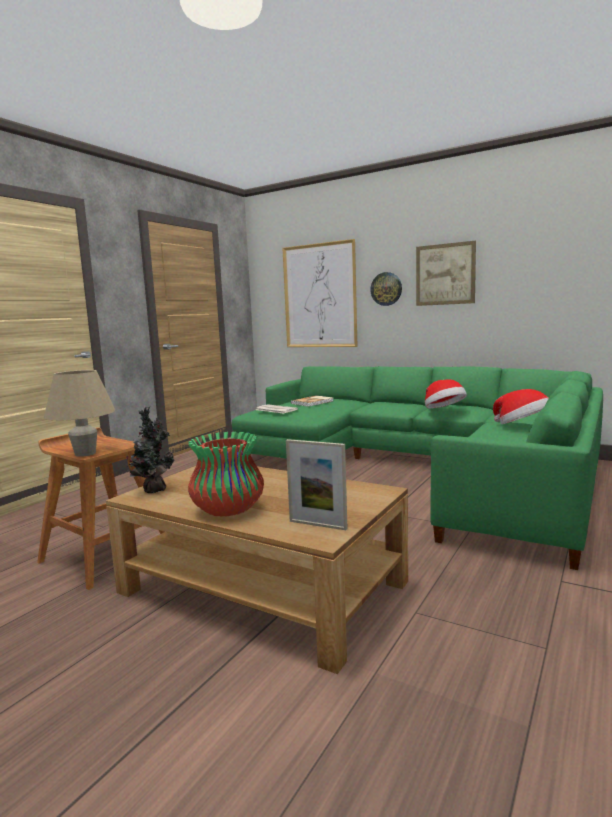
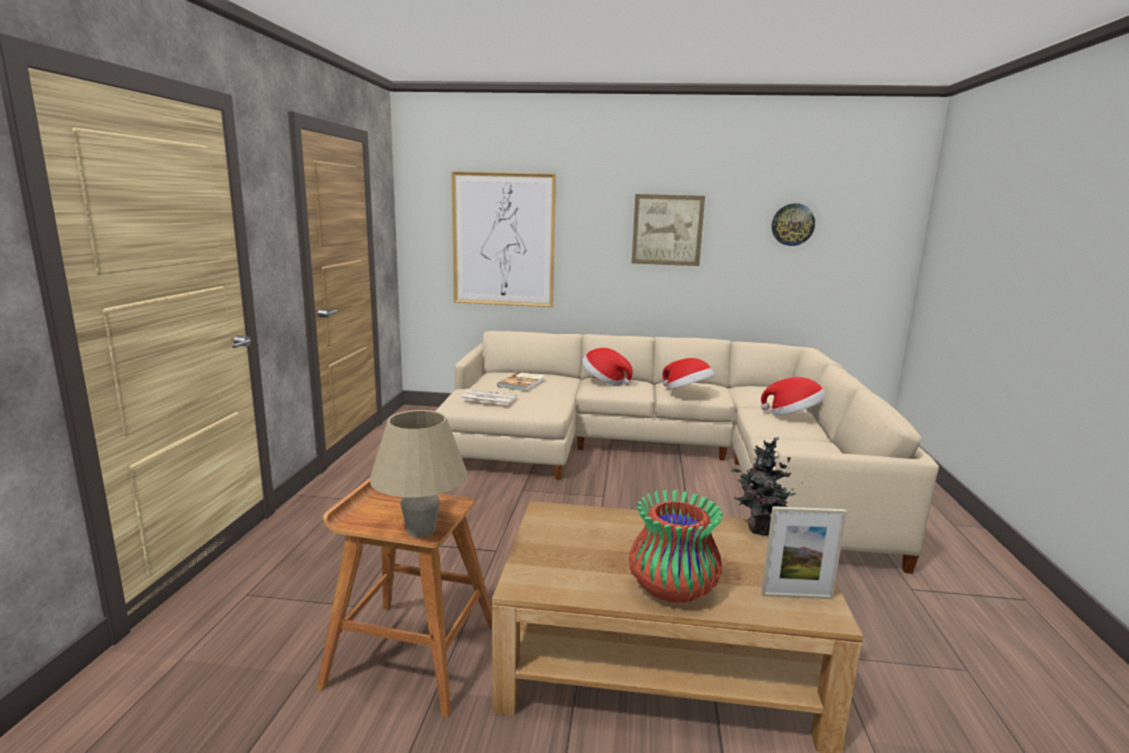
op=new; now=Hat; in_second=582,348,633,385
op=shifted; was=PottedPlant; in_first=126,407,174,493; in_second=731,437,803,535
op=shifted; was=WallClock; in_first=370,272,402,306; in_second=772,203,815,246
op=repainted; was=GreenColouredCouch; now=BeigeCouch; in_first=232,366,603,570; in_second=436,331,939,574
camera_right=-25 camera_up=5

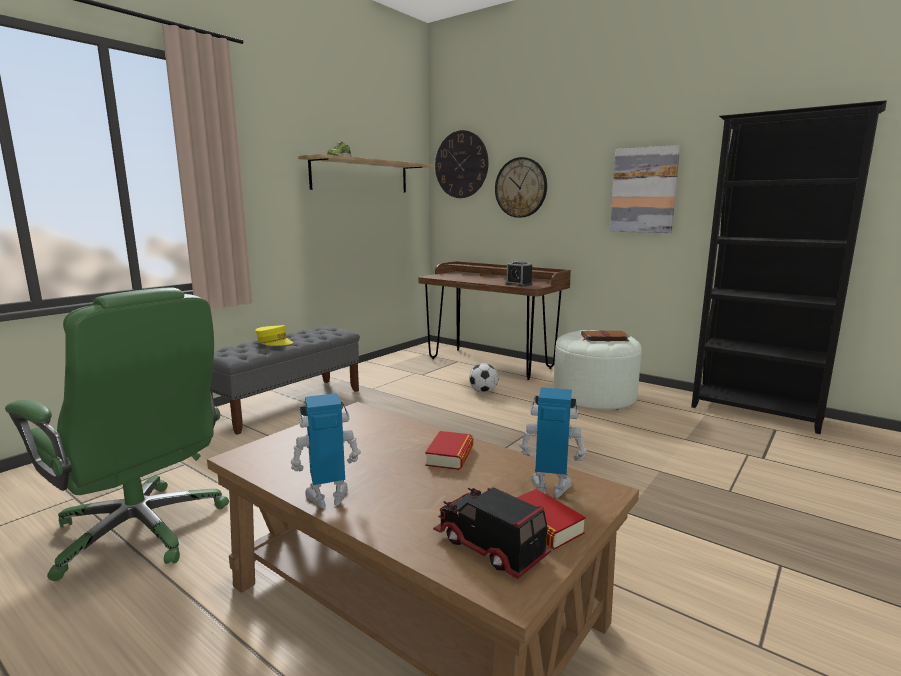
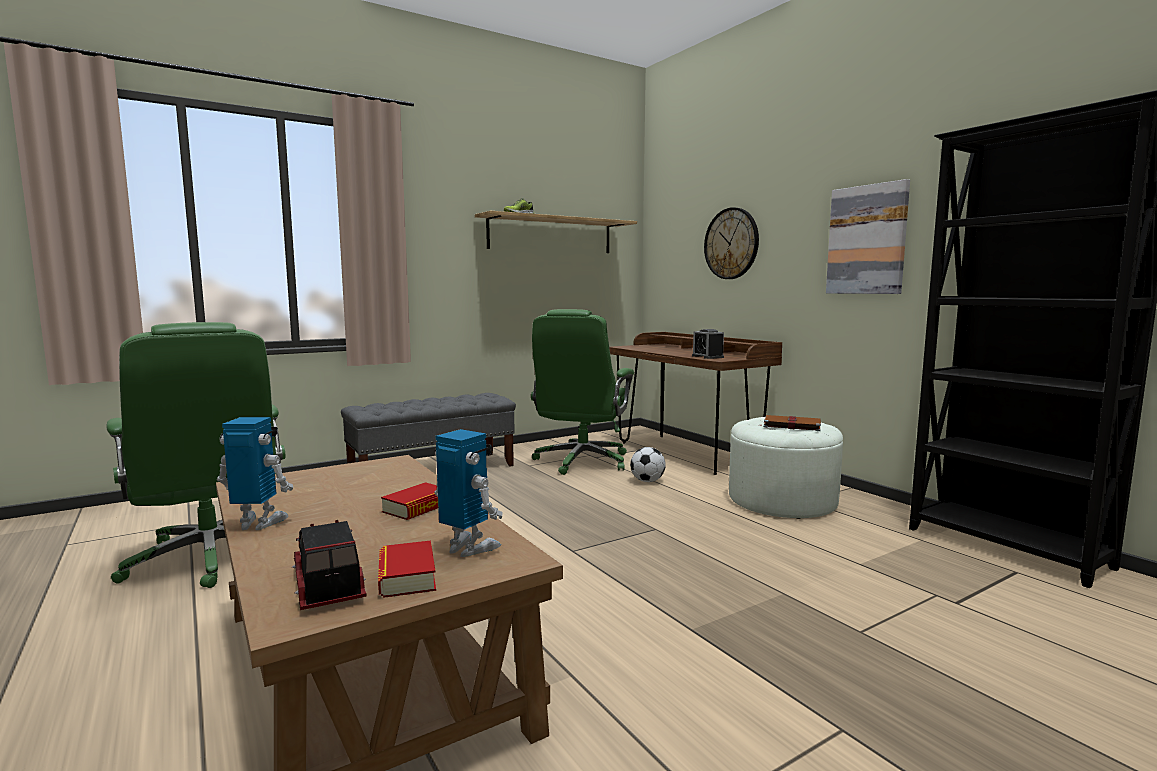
op=gone; was=YellowishBaseballCap; in_first=255,325,293,346
op=gone; was=WallClock; in_first=435,130,488,198
op=new; now=GreenColouredDeskChair; in_second=531,309,634,475
camera_right=20 camera_up=-5

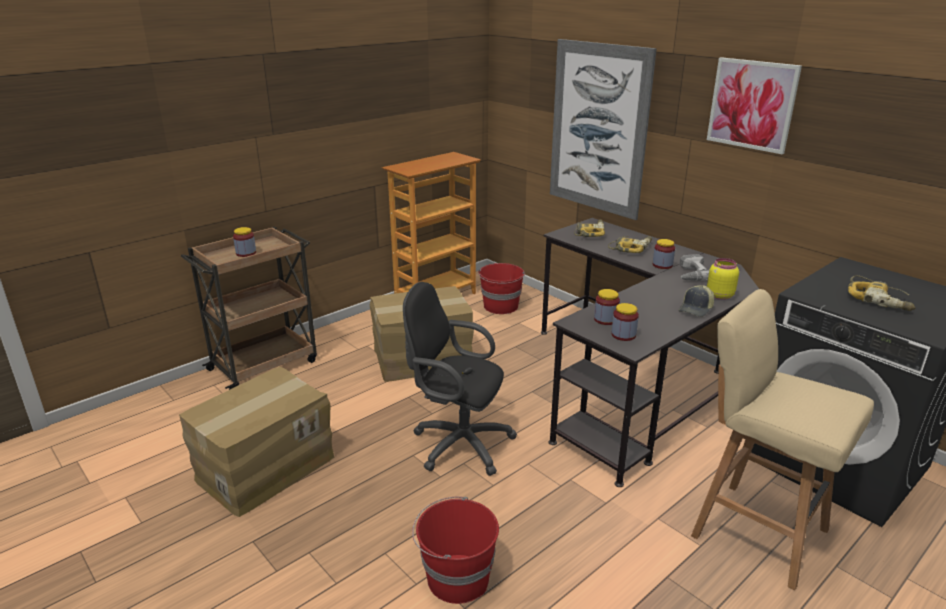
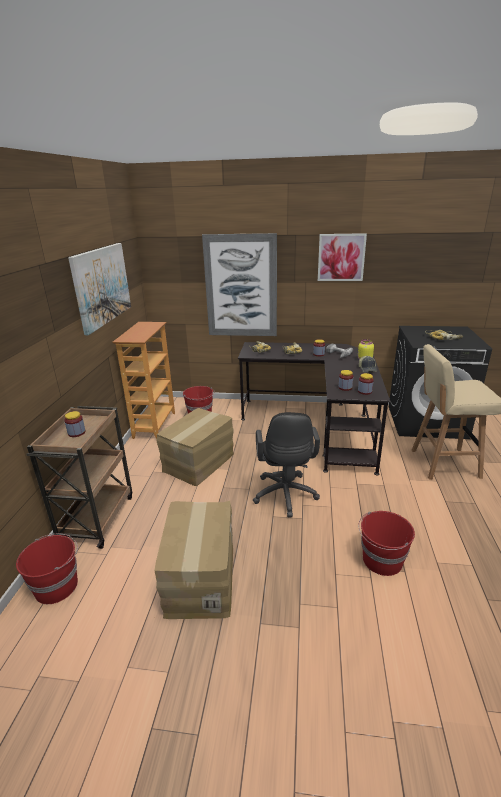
op=new; now=ReddishBucket; in_second=16,534,78,604
op=new; now=WallArt; in_second=68,243,131,335
op=rotated; was=BlackColouredDeskChair; in_first=403,282,517,476; in_second=253,412,320,518; clockwise=-75
camera_right=-40 camera_up=0

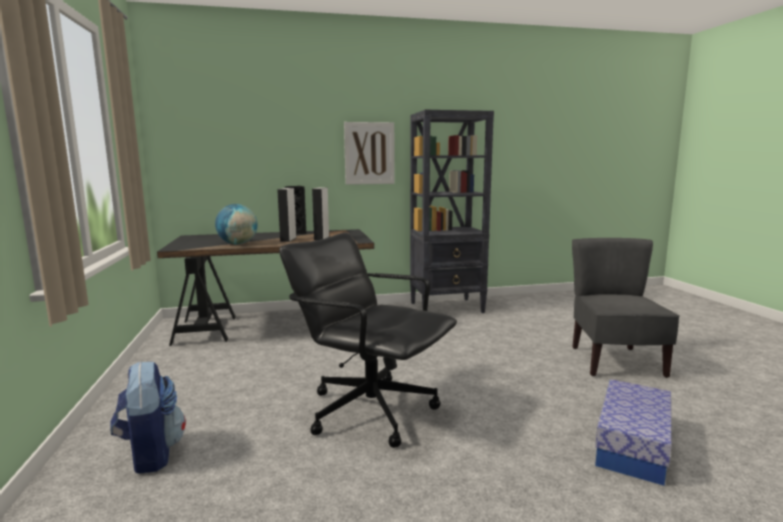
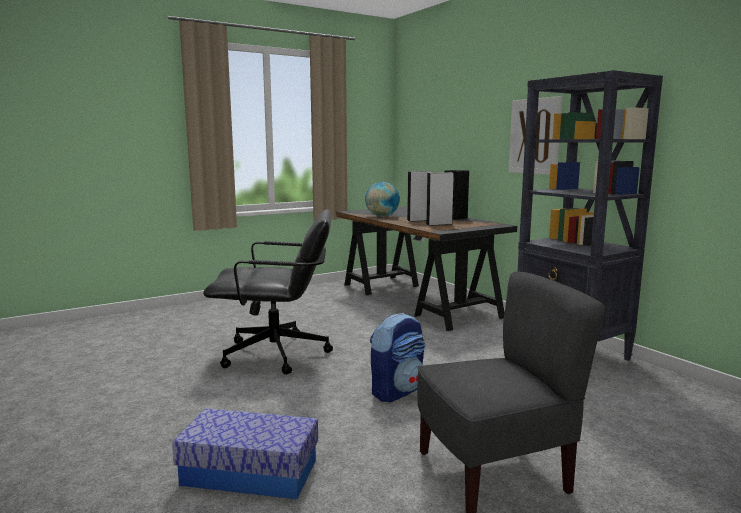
op=shifted; was=Backpack; in_first=111,361,186,474; in_second=370,313,426,402
op=rotated; was=BlackColouredDeskChair; in_first=279,233,457,448; in_second=203,210,333,375; clockwise=75
camera_right=70 camera_up=0

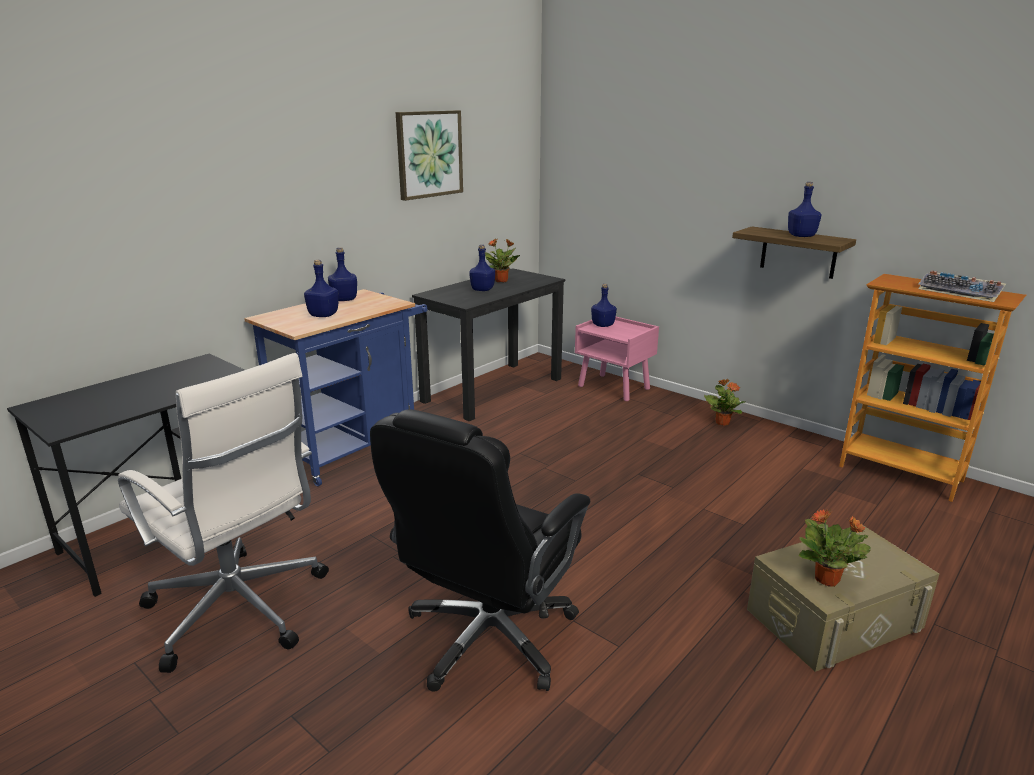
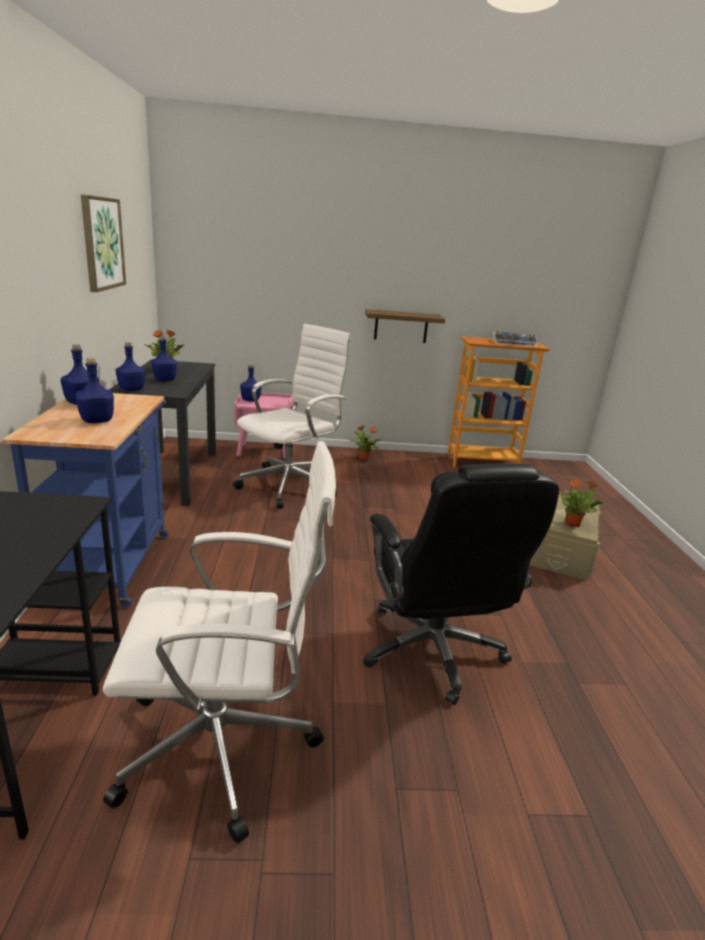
op=new; now=WhiteDeskChair; in_second=233,324,351,509
op=shifted; was=BluishBeverageBottle; in_first=788,182,821,237; in_second=116,342,145,391
camera_right=-45 camera_up=0

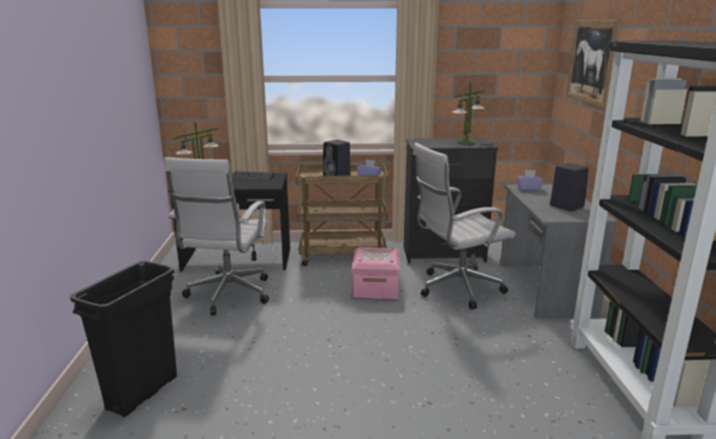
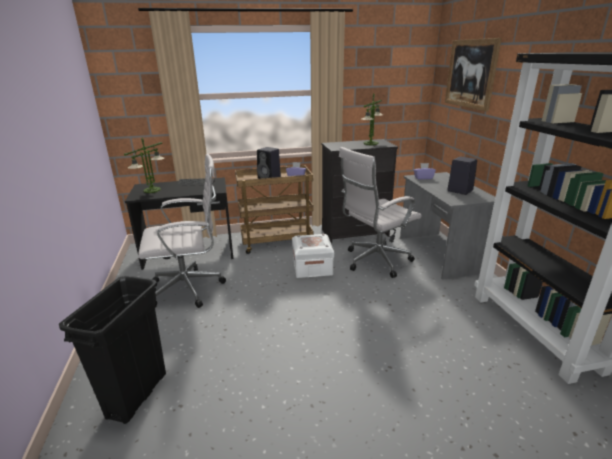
op=repainted; was=PinkColouredStorageContainer; now=WhiteStorageContainer; in_first=352,247,400,299; in_second=292,234,334,278
op=rotated; was=WhiteDeskChair; in_first=164,157,269,315; in_second=138,153,226,308; clockwise=-105
camera_right=-10 camera_up=5

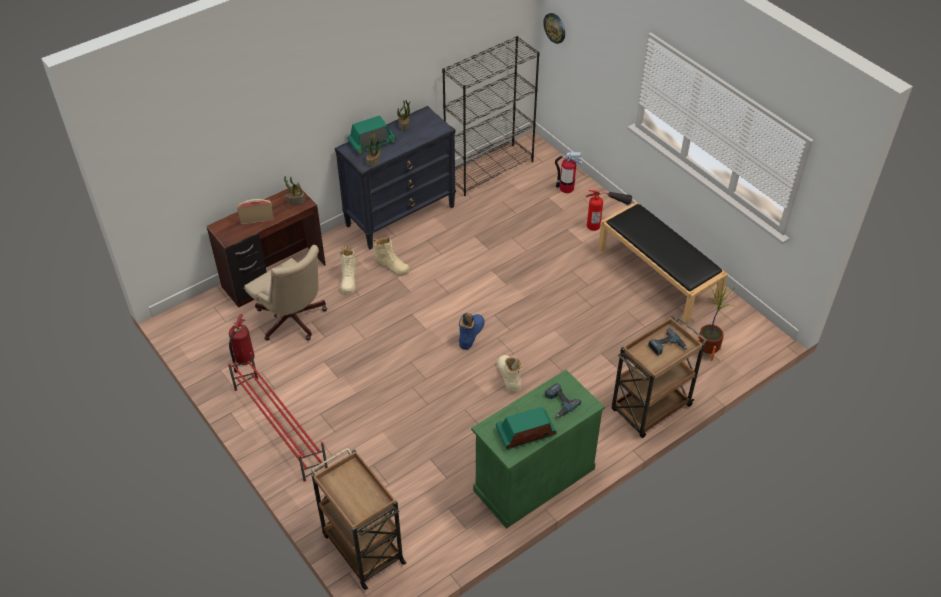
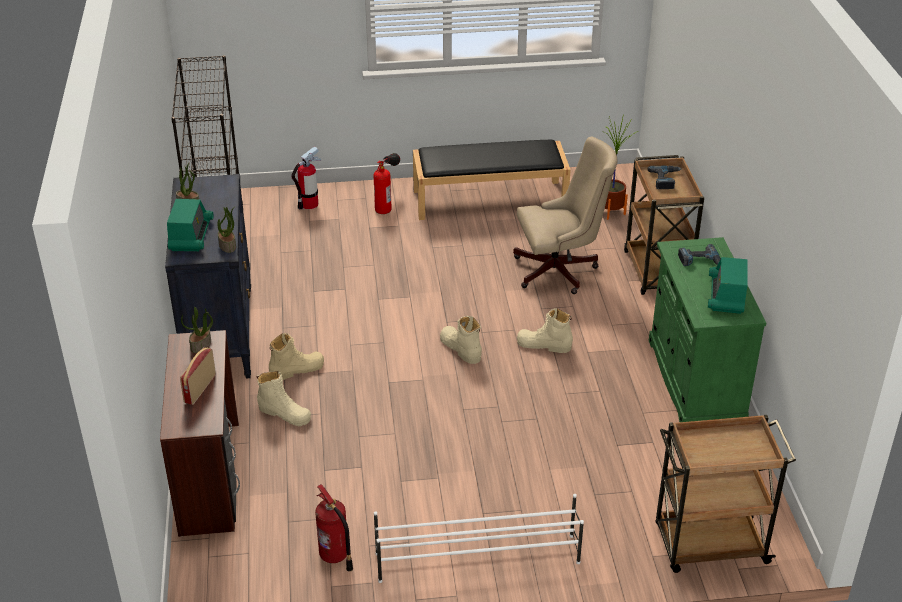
op=gone; was=WallClock; in_first=543,13,565,44
op=shifted; was=BeigeDeskChair; in_first=244,245,327,341; in_second=513,137,618,294
op=repainted; was=ReddishShoeStand; now=WhiteShoeStand; in_first=228,352,328,482; in_second=374,494,584,583
op=repainted; was=BluishBoot; now=BeigeBoot; in_first=459,313,485,350; in_second=440,316,482,364
camera_right=-60 camera_up=-10

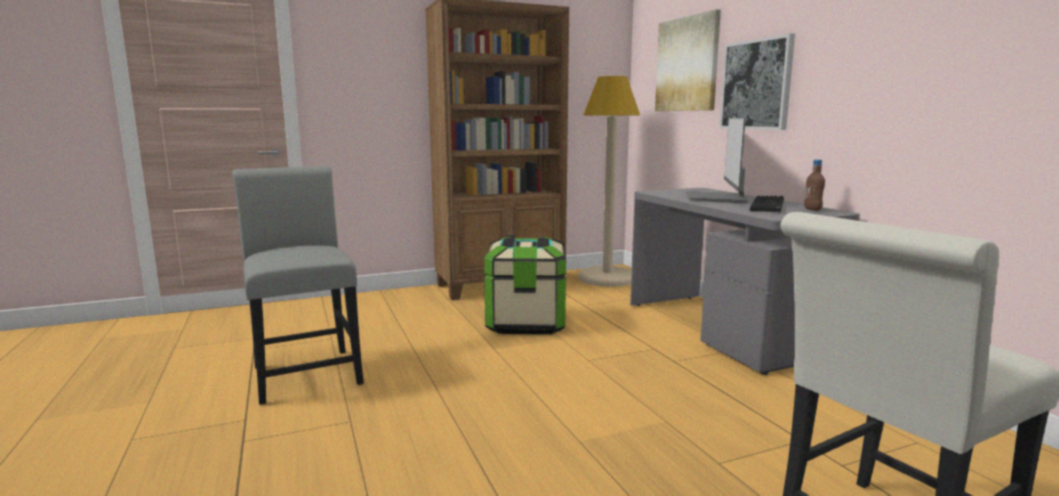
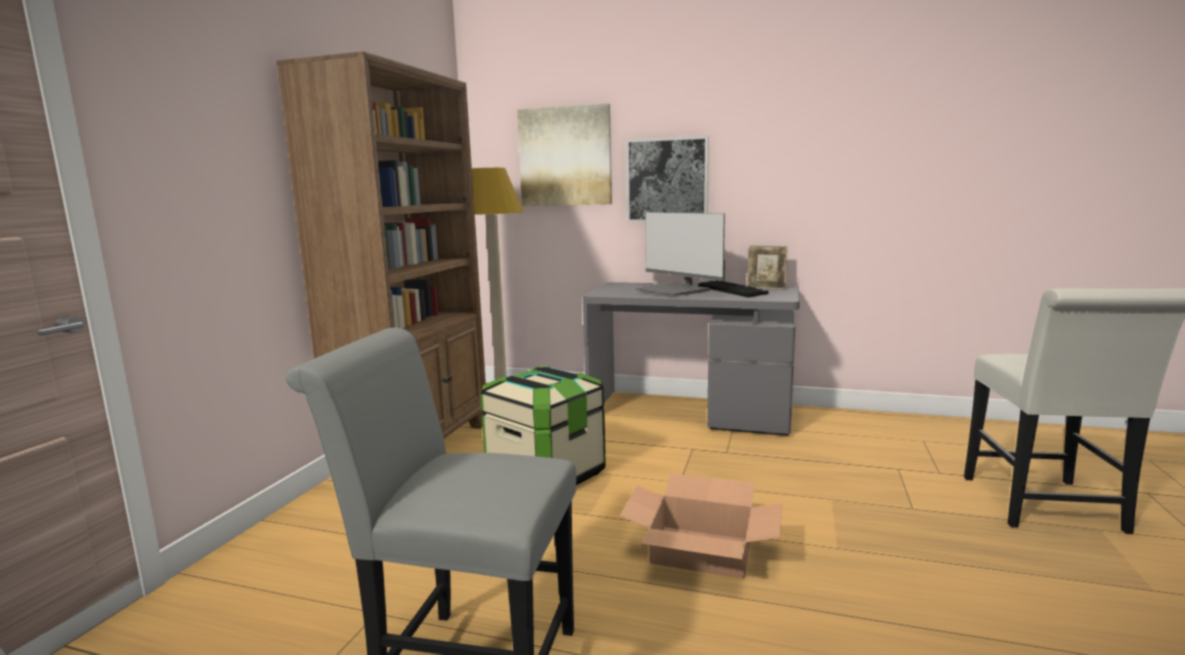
op=new; now=CardboardBox; in_second=620,474,782,579
op=swapped; was=BrownishBeverageBottle; now=PhotoFrame; in_first=804,160,825,211; in_second=747,245,788,290
camera_right=-50 camera_up=0

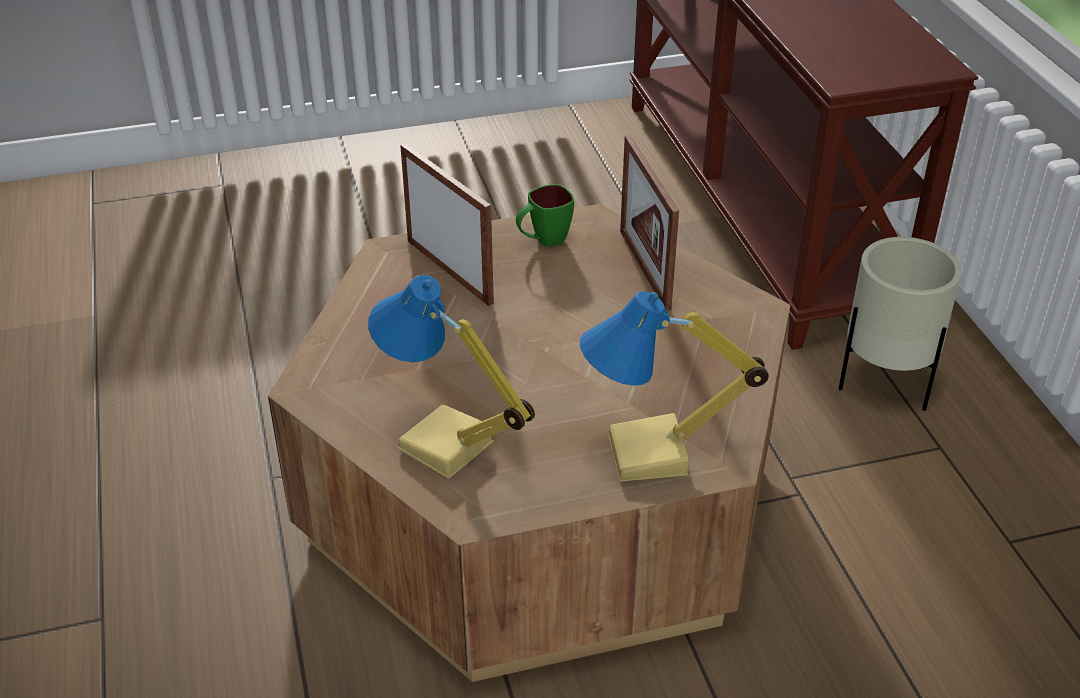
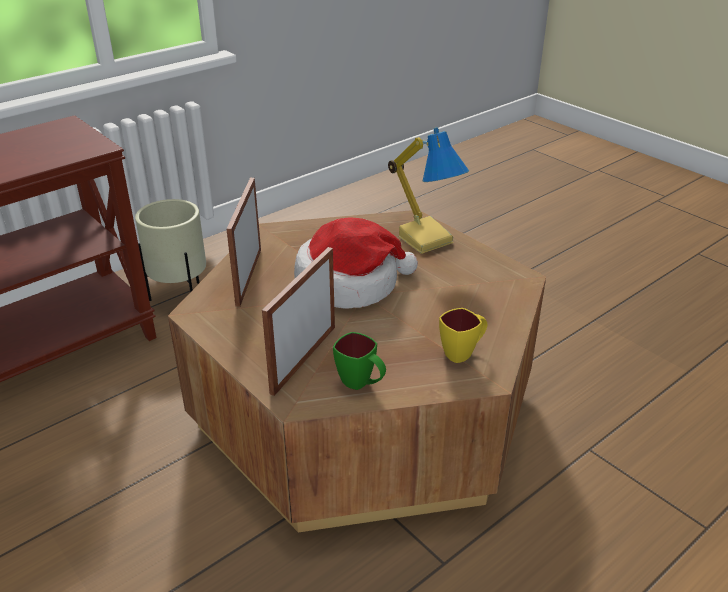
op=gone; was=LampForATable; in_first=368,275,535,479
op=new; now=Hat; in_second=294,217,418,309
op=new; now=YellowishTeaMug; in_second=439,308,487,363
op=shifted; was=GreenColouredTeaMug; in_first=516,184,574,247; in_second=333,332,386,390
op=rotated; was=PhotoFrame; in_first=620,135,679,311; in_second=227,178,261,307; clockwise=135
camera_right=-115 camera_up=-5

